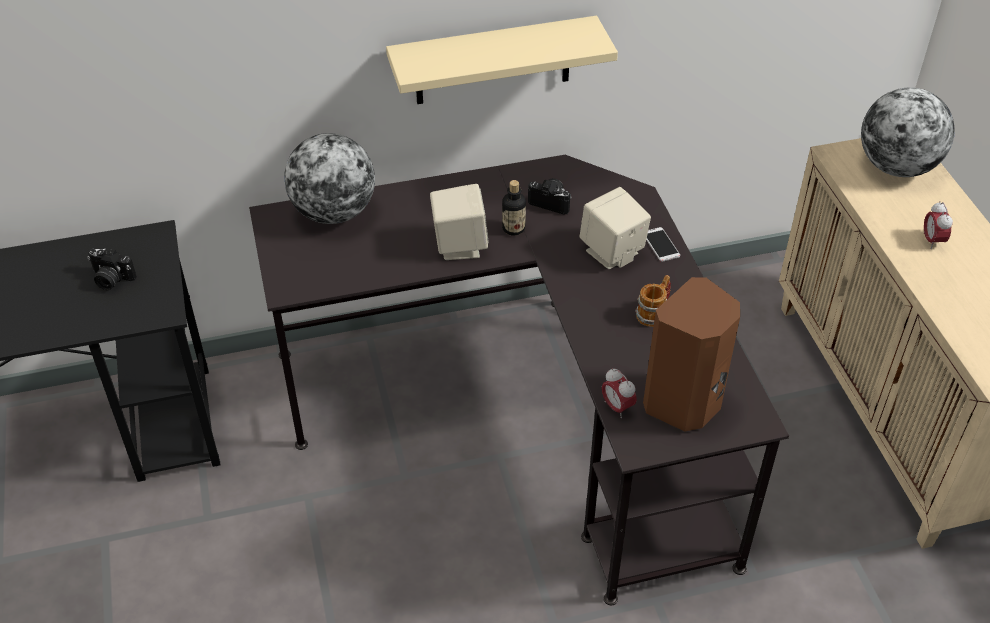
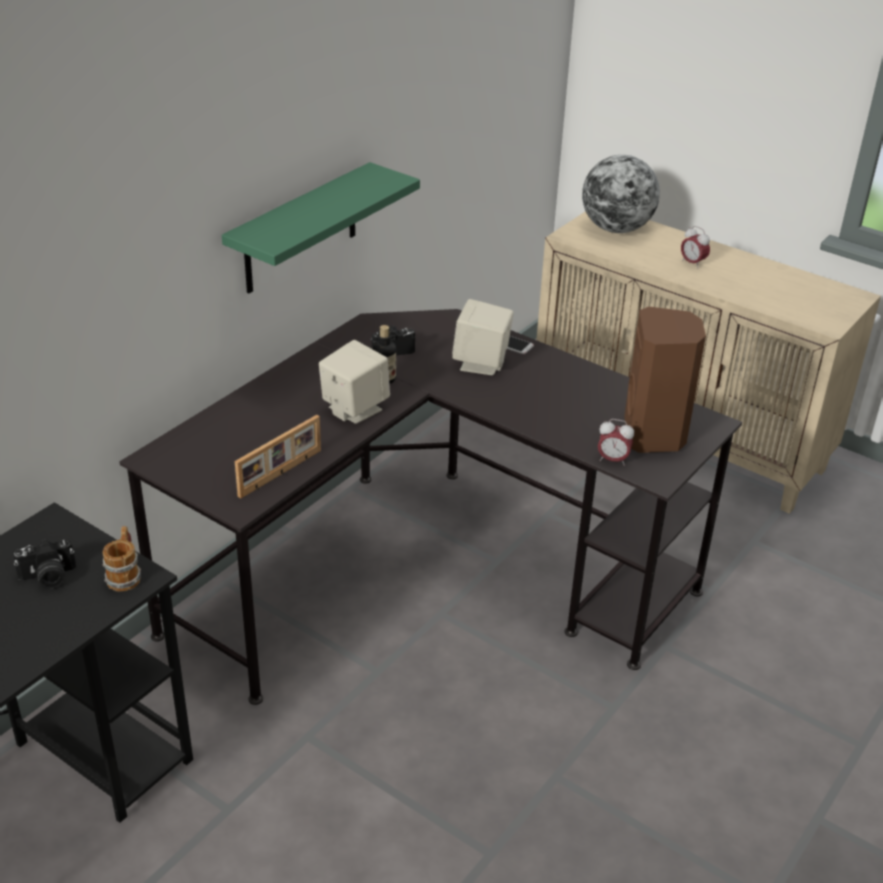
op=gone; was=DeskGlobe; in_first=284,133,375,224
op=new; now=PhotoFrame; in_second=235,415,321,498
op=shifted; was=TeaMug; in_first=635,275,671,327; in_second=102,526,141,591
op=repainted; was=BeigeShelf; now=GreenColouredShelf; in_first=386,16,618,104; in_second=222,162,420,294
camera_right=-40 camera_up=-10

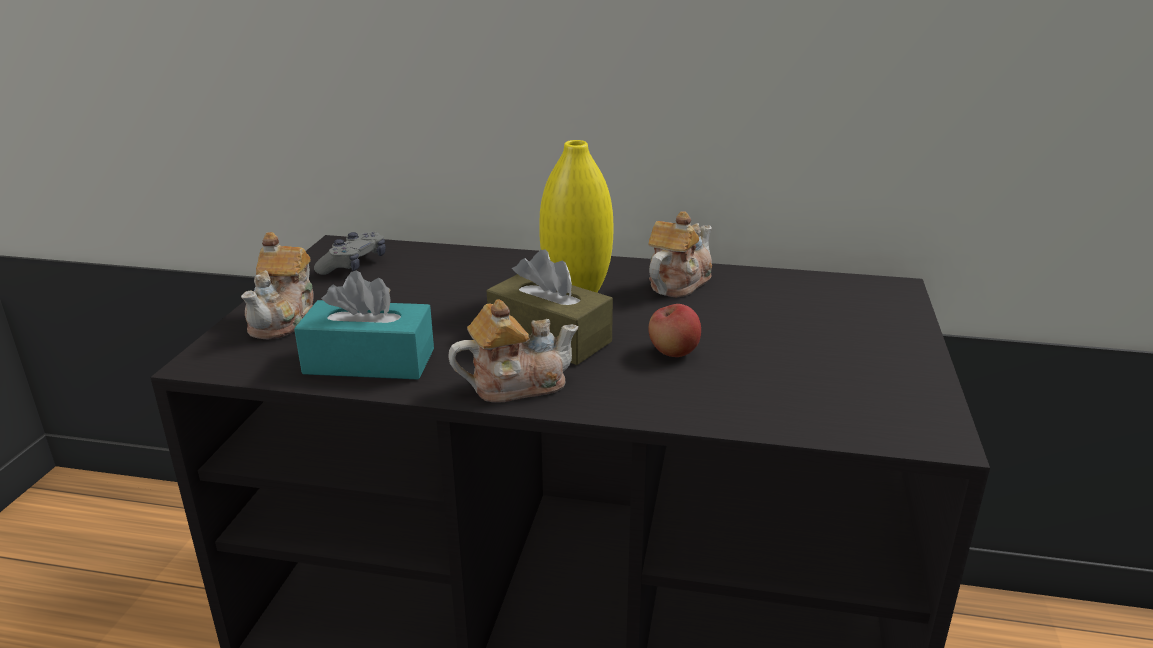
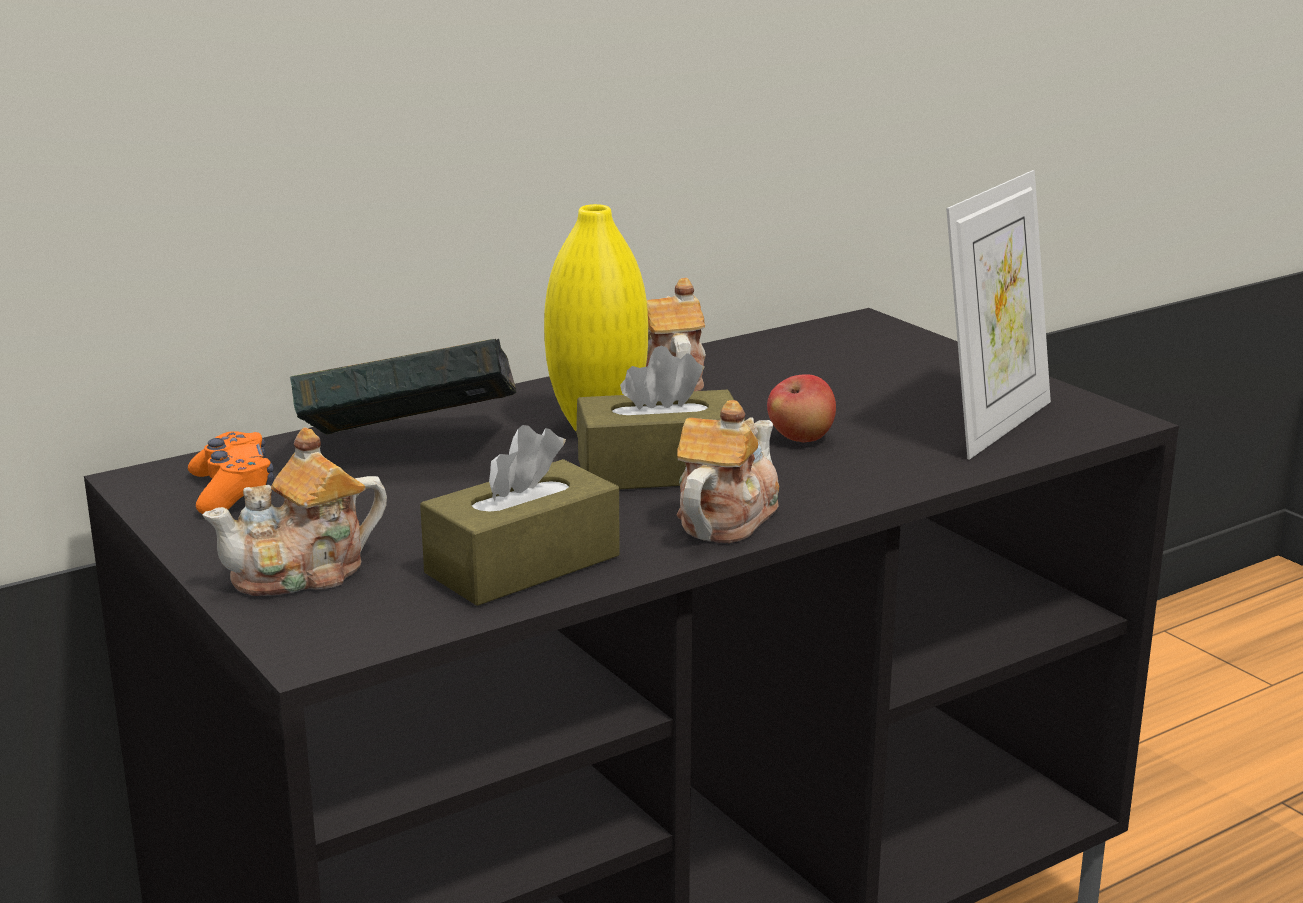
op=new; now=Book; in_second=290,339,517,435
op=new; now=PhotoFrame; in_second=946,170,1051,459
op=repainted; was=TurquoiseBoxOfTissues; now=BrownishBoxOfTissues; in_first=294,271,434,380; in_second=420,425,620,606
op=repainted; was=GreyishJoypad; now=OrangeyJoypad; in_first=314,231,386,275; in_second=188,431,274,514
op=rotated; was=TeaPot; in_first=241,232,314,339; in_second=203,427,387,596; clockwise=90
camera_right=-45 camera_up=-5

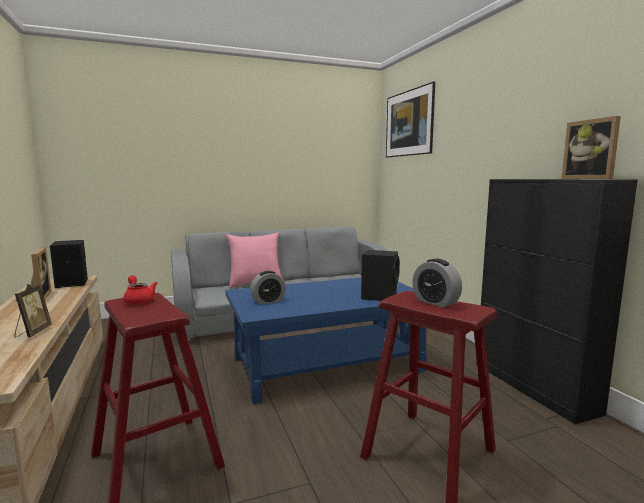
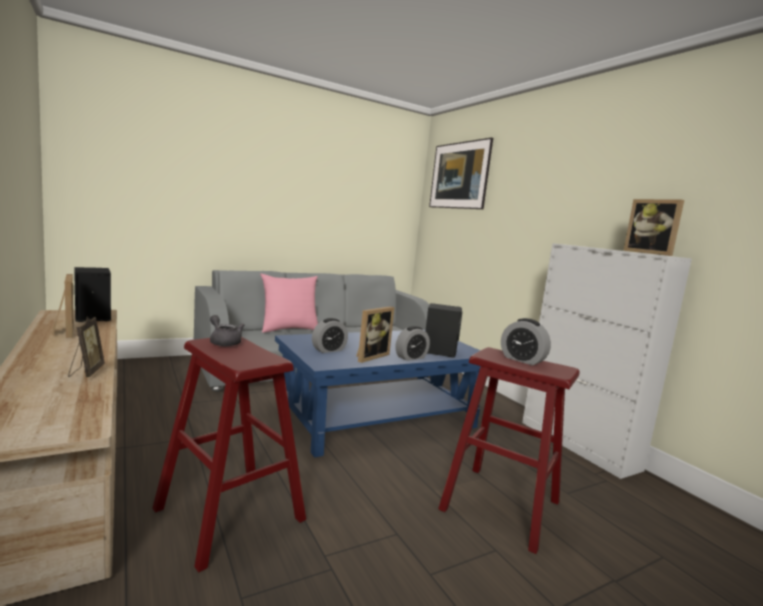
op=new; now=PhotoFrame; in_second=356,306,395,363
op=new; now=BedsideClock; in_second=396,326,430,361
op=repainted; was=ReddishTeaPot; now=GreyishTeaPot; in_first=123,275,158,304; in_second=210,315,244,346
op=repainted; was=BlackColouredCupboard; now=WhiteCupboard; in_first=476,179,638,424; in_second=522,243,692,479
camera_right=-10 camera_up=0

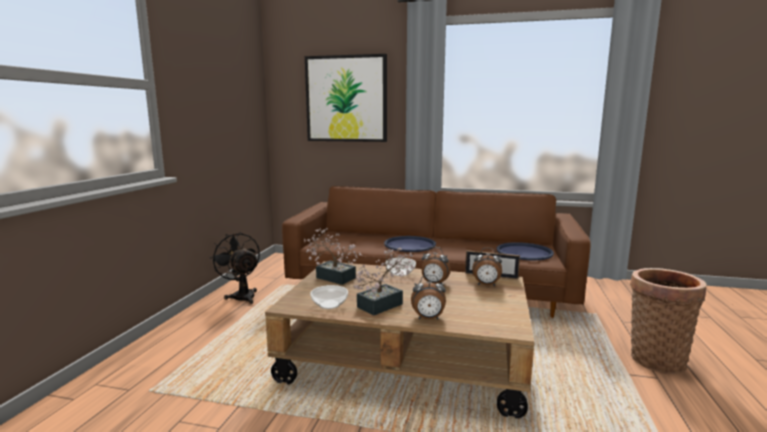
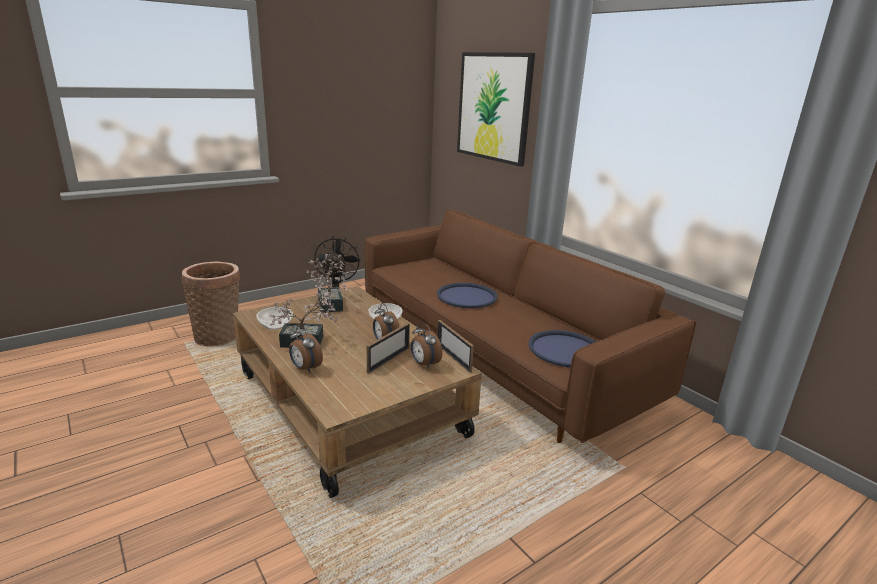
op=new; now=PhotoFrame; in_second=367,323,410,374
op=shifted; was=StorageBasket; in_first=630,268,706,374; in_second=182,262,240,347
camera_right=40 camera_up=10

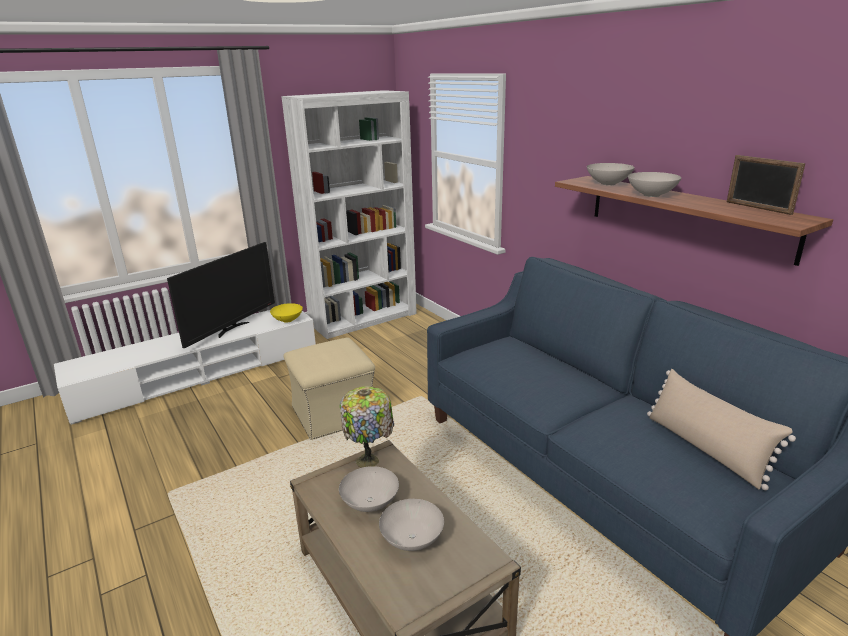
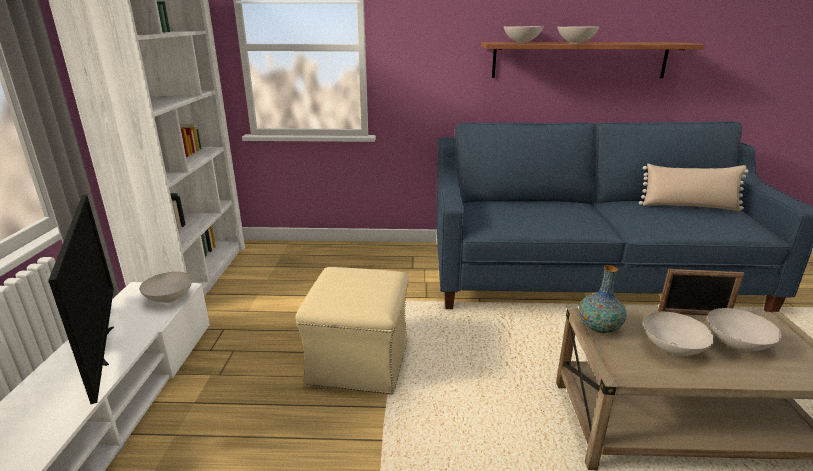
op=shifted; was=PhotoFrame; in_first=727,155,806,215; in_second=658,269,744,316
op=swapped; was=LampForATable; now=Vase; in_first=340,386,394,468; in_second=579,265,627,333
op=repainted; was=YellowishBowl; now=WhiteBowl; in_first=270,303,303,323; in_second=139,272,193,303
camera_right=-55 camera_up=0

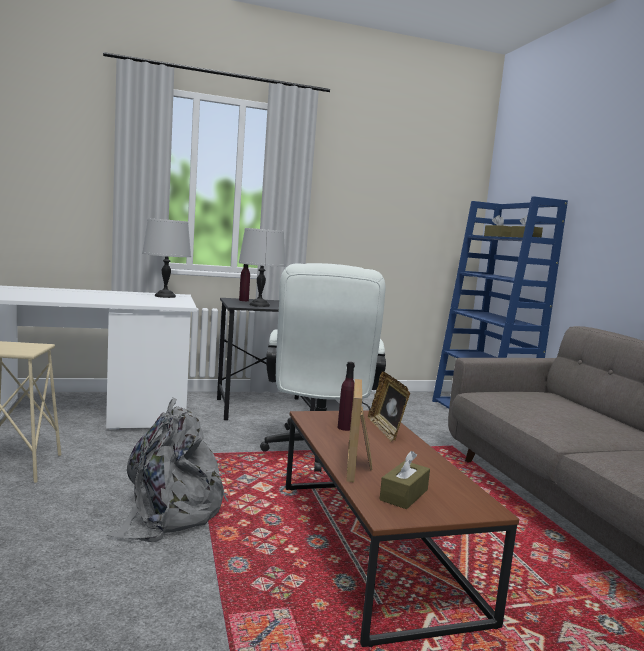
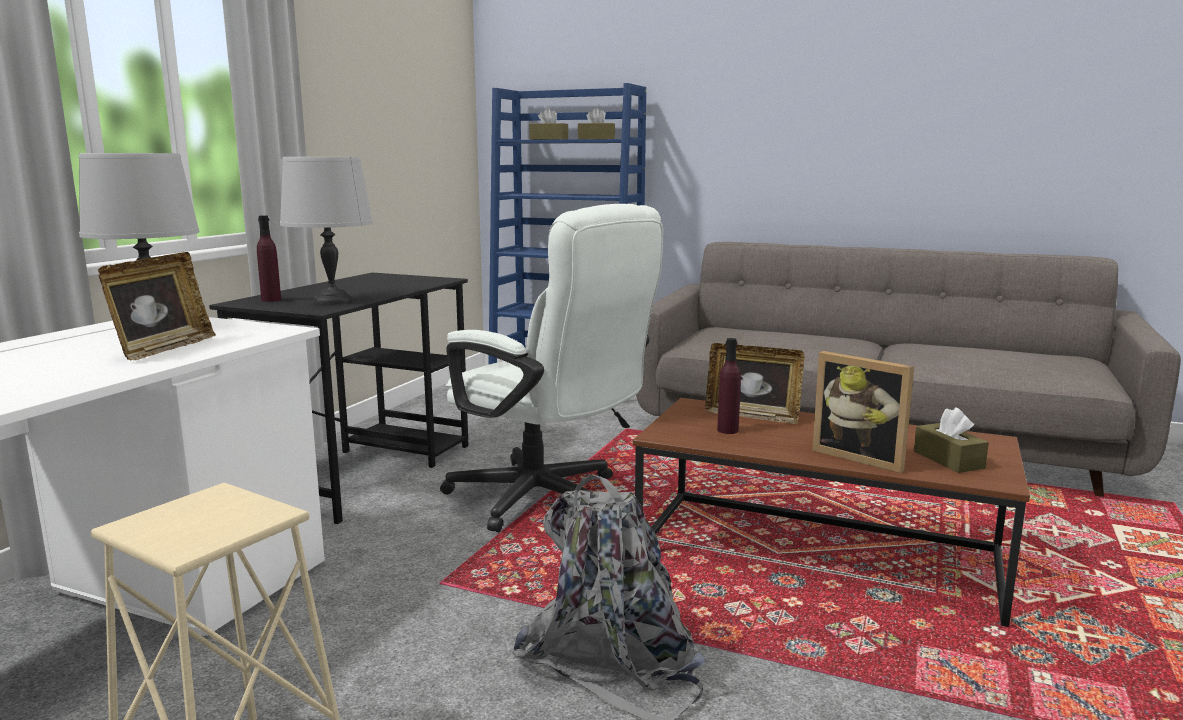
op=new; now=PhotoFrame; in_second=98,252,216,360
camera_right=-50 camera_up=5

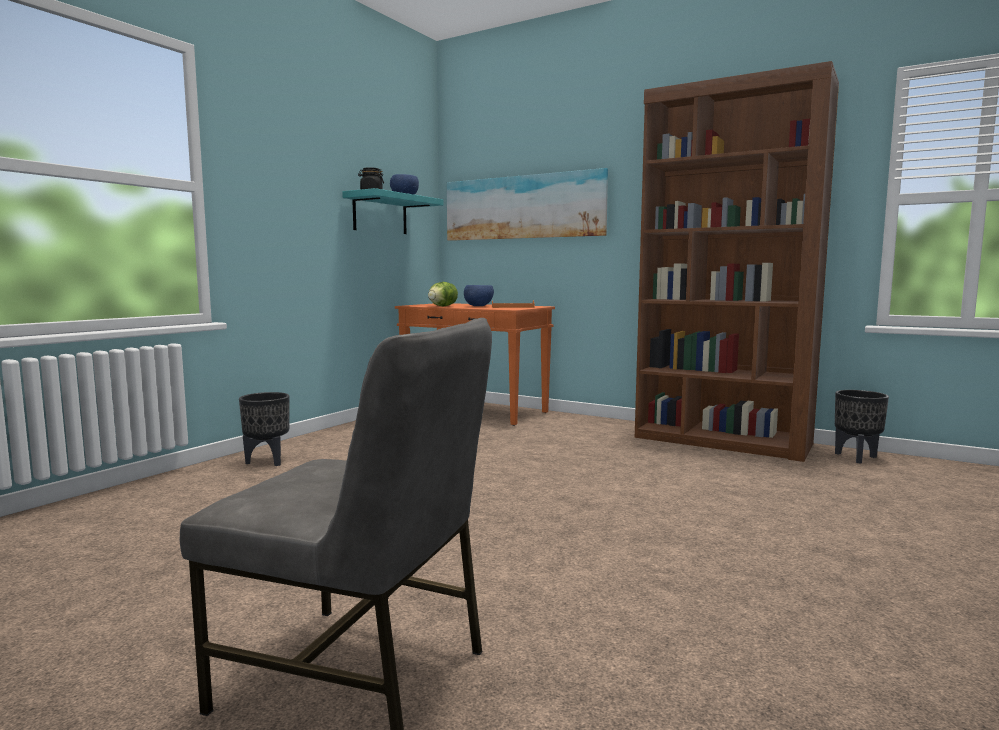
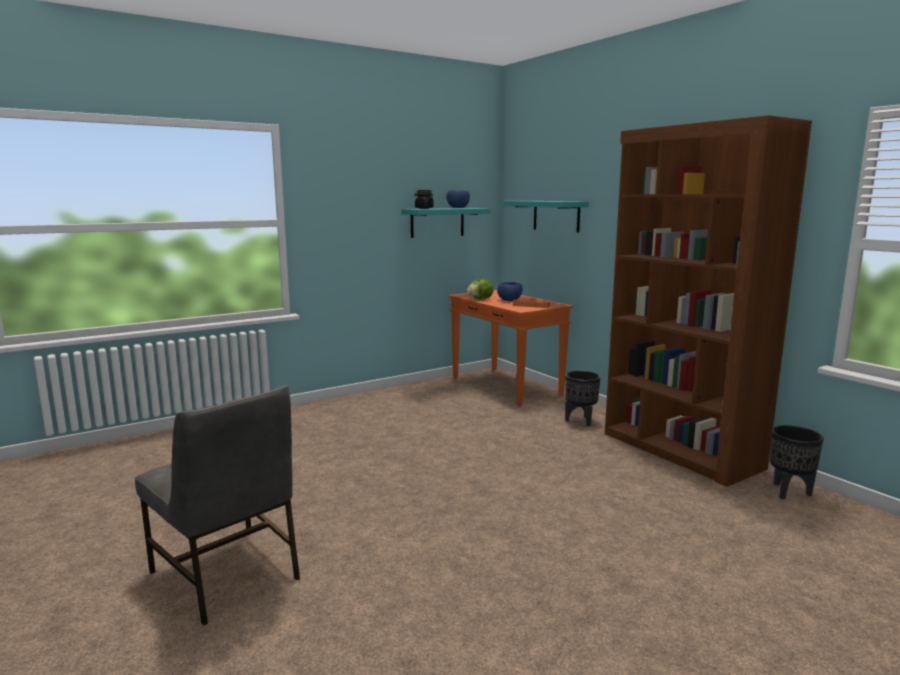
op=shifted; was=BlackColouredPlanter; in_first=239,392,290,466; in_second=565,371,601,426
op=swapped; was=WallArt; now=TurquoiseShelf; in_first=447,168,608,241; in_second=503,201,589,233
camera_right=25 camera_up=5

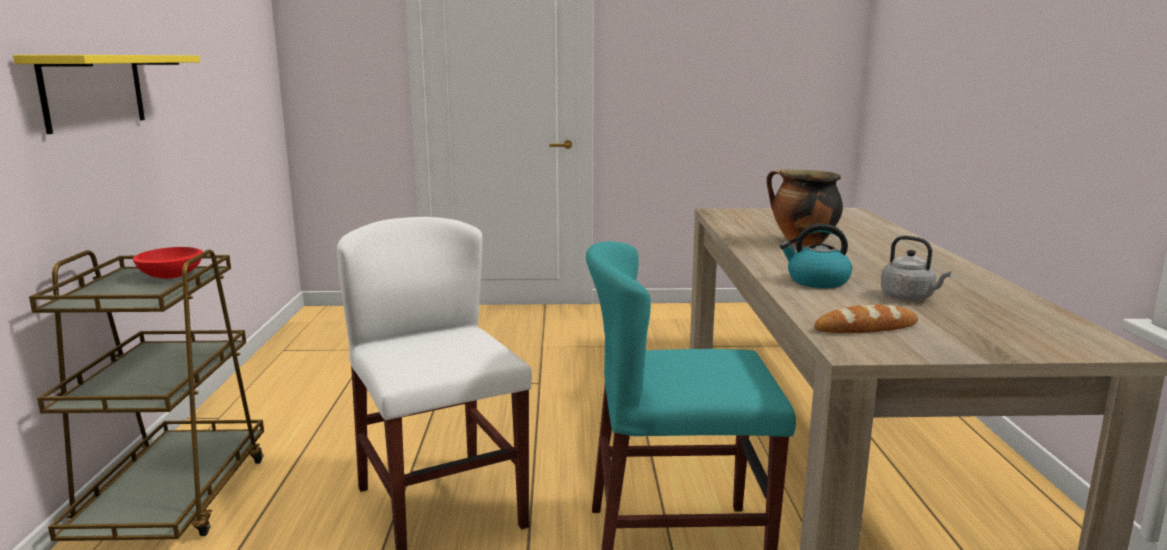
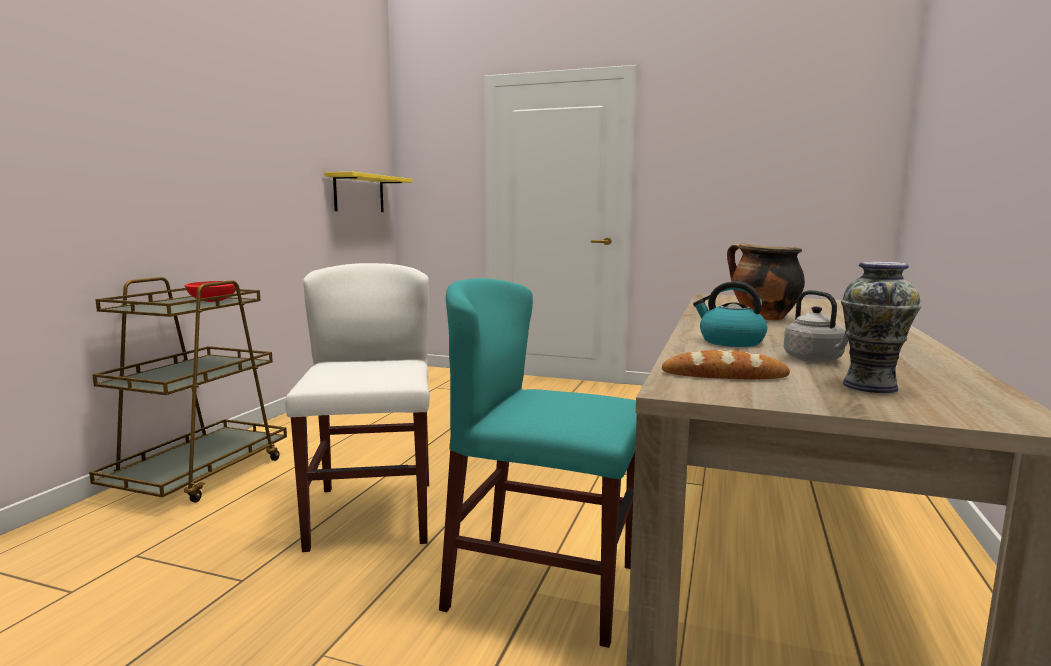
op=new; now=Vase; in_second=841,261,921,393
op=shifted; was=YellowishShelf; in_first=13,55,200,134; in_second=324,172,413,212
camera_right=20 camera_up=-5

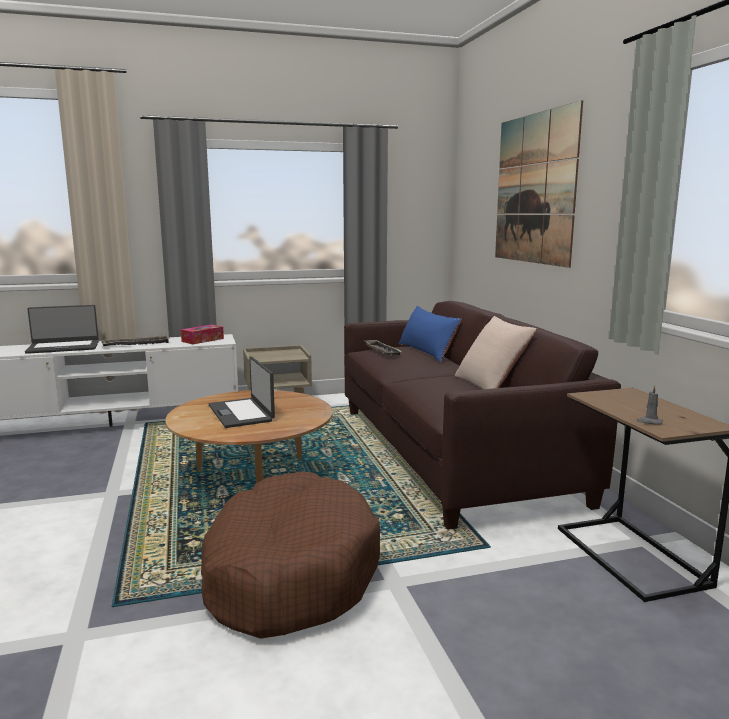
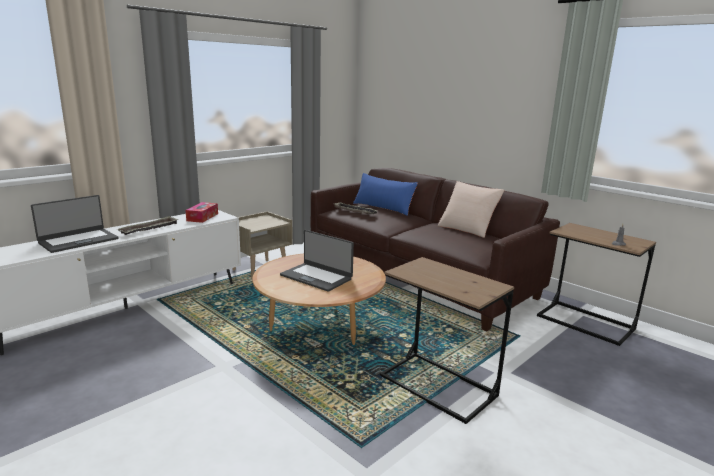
op=gone; was=WallArt; in_first=495,100,583,268
op=swapped; was=BrownishPetBed; now=BrownishSideTable; in_first=201,471,380,639; in_second=380,257,514,424
camera_right=-30 camera_up=5

